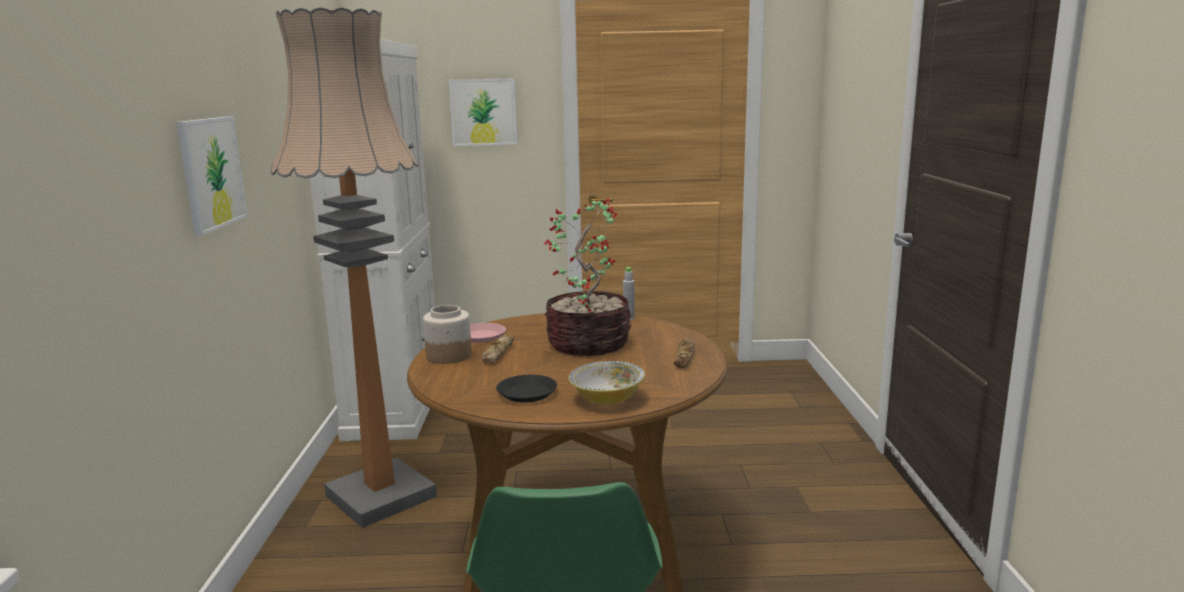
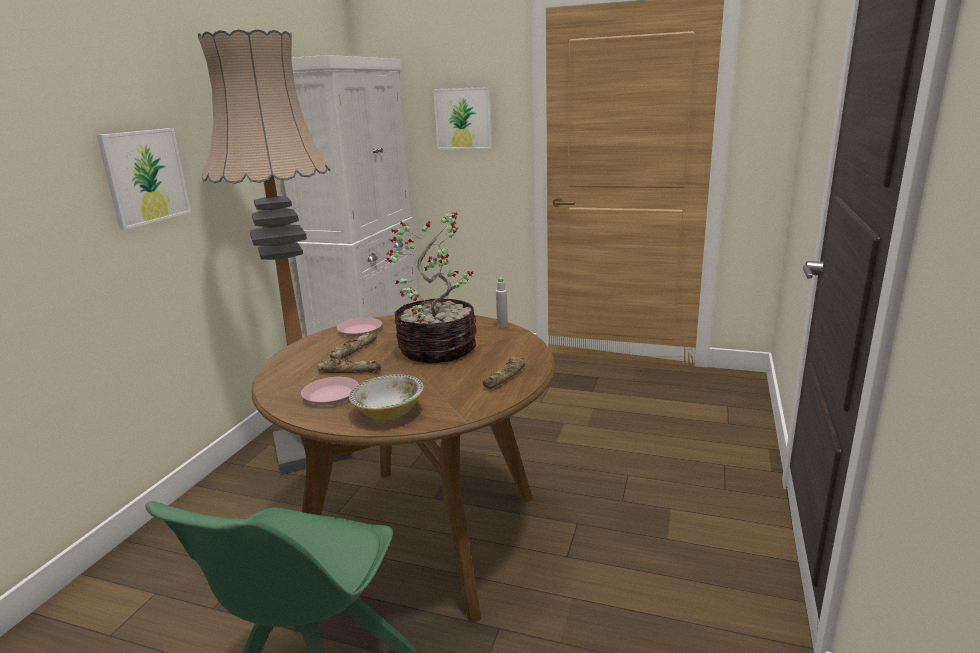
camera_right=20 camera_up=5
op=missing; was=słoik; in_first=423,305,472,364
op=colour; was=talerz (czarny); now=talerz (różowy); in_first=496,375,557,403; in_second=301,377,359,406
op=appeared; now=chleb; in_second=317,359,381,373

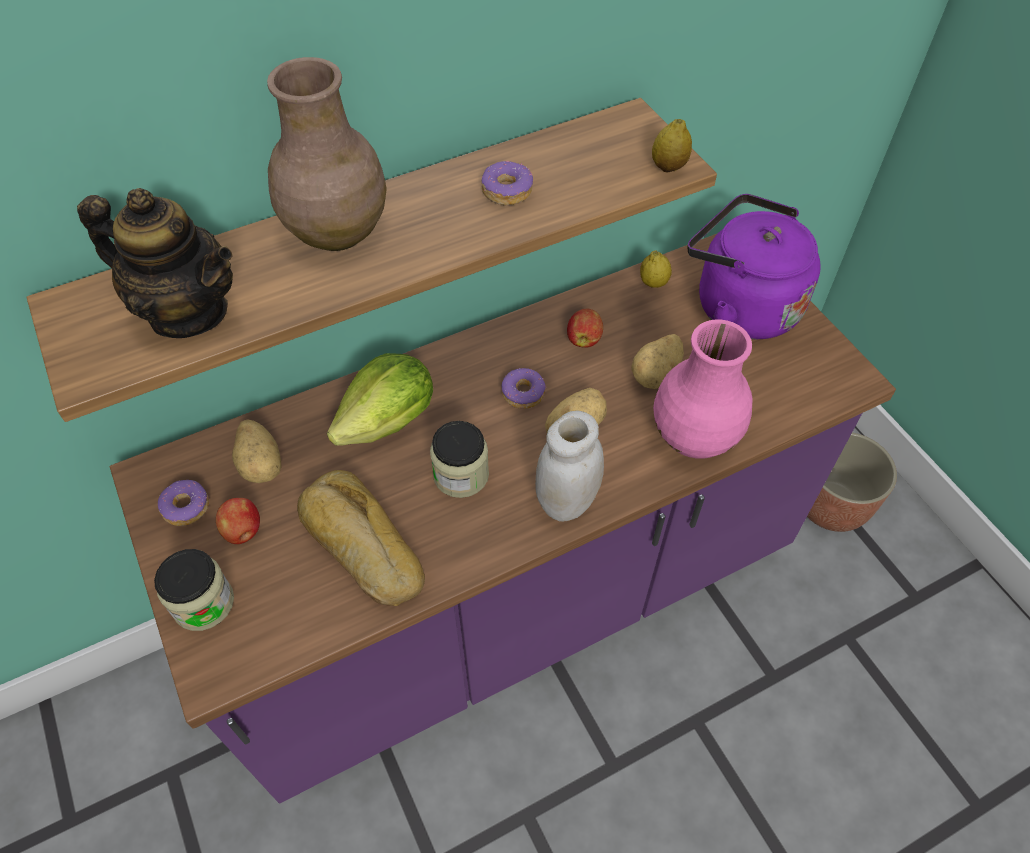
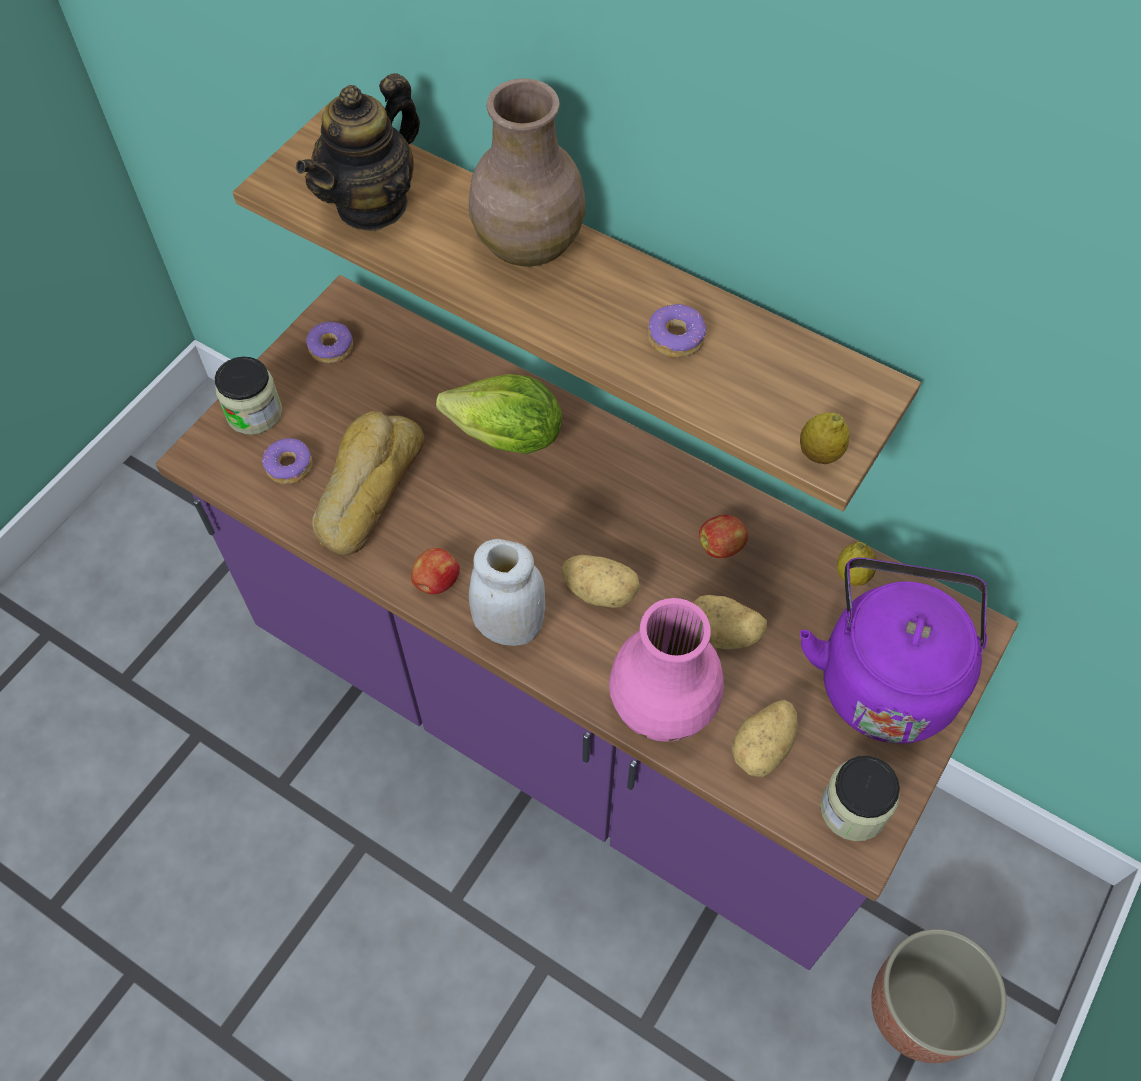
camera_right=60 camera_up=5
op=spun; was=imbryk; in_first=77,188,233,338; in_second=296,73,420,231; clockwise=45
op=relocated; was=donut; in_first=501,368,547,409; in_second=262,438,312,484
op=relocated; was=ziemniak; in_first=232,419,282,483; in_second=731,700,798,777
op=relocated; was=słoik; in_first=430,421,489,498; in_second=820,755,900,841
op=relocated; was=jabłko; in_first=216,498,260,544; in_second=411,548,460,594

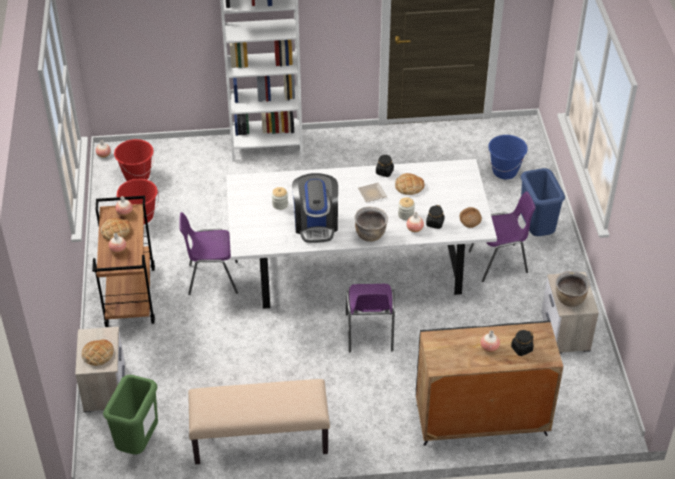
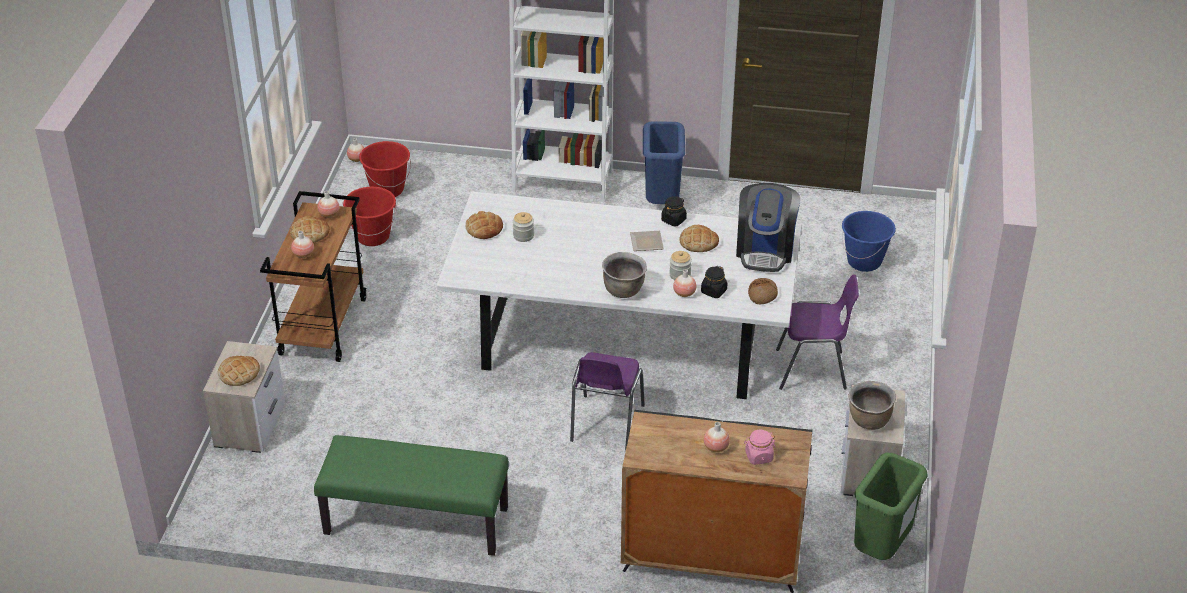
camera_right=15 camera_up=-5
op=relocated; was=kosz na śmieci (niebieski); in_first=521,168,565,236; in_second=643,121,685,204
op=relocated; was=ekspres do kawy; in_first=292,173,338,243; in_second=736,183,800,272
op=missing; was=krzesło (fioletowy); in_first=179,212,238,295
op=colour; was=słoik (czarny); now=słoik (różowy); in_first=511,330,534,356; in_second=744,430,775,465
op=relocated; was=kosz na śmieci (zielony); in_first=103,375,158,455; in_second=854,453,928,560
op=colour; was=ławka (beżowy); now=ławka (zielony); in_first=188,379,330,464; in_second=314,435,509,556
op=appeared; now=chleb; in_second=465,211,503,239

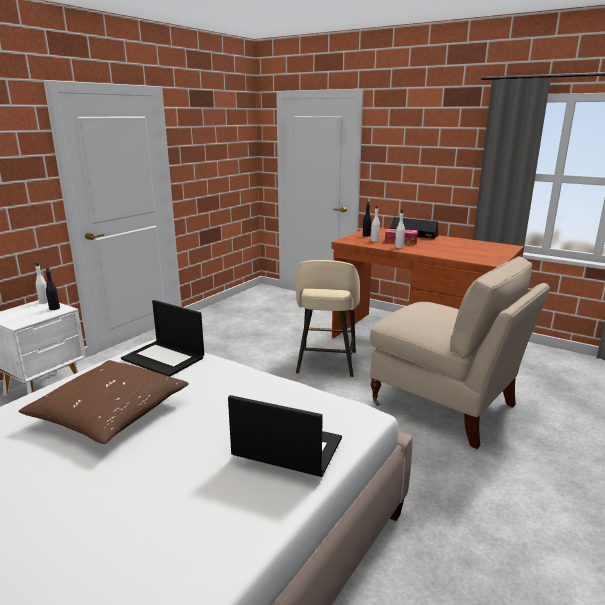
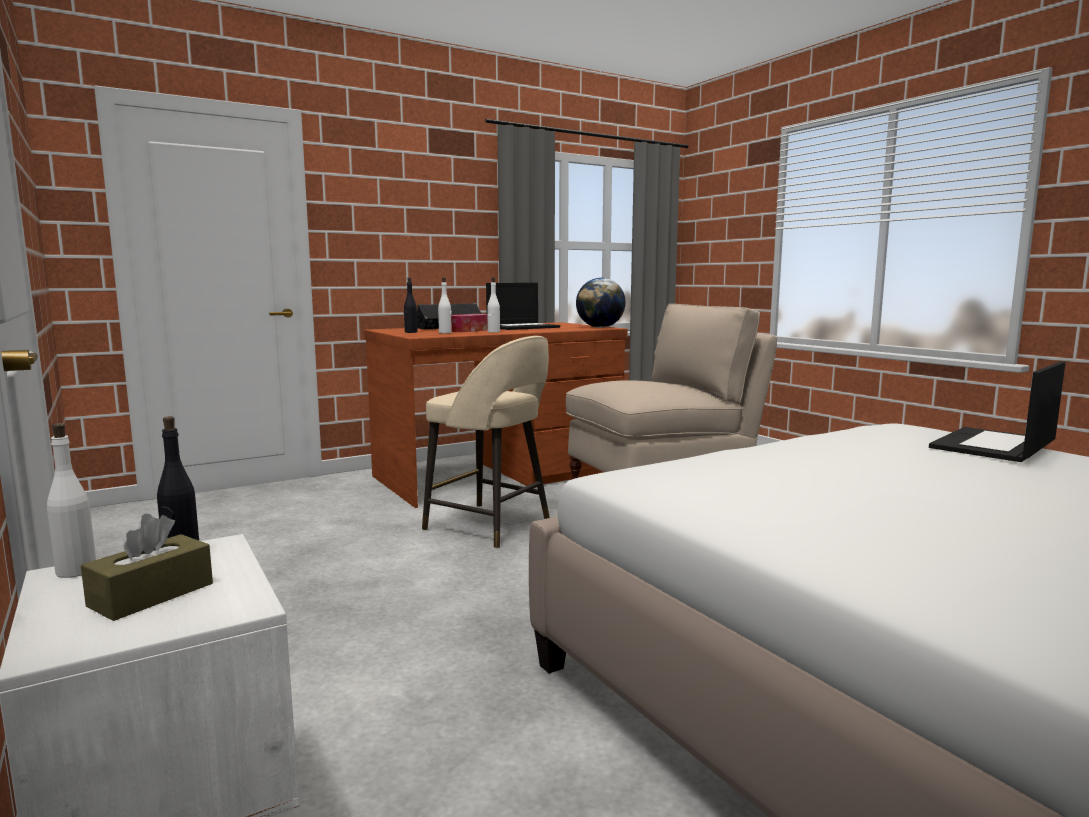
camera_right=-65 camera_up=-10
op=relocated; was=laptop; in_first=121,300,204,377; in_second=486,283,560,330
op=missing; was=poduszka (brązowy); in_first=18,360,189,444
op=appeared; now=globus; in_second=576,278,626,328
op=appeared; now=pudełko chusteczek (brązowy); in_second=81,514,213,621

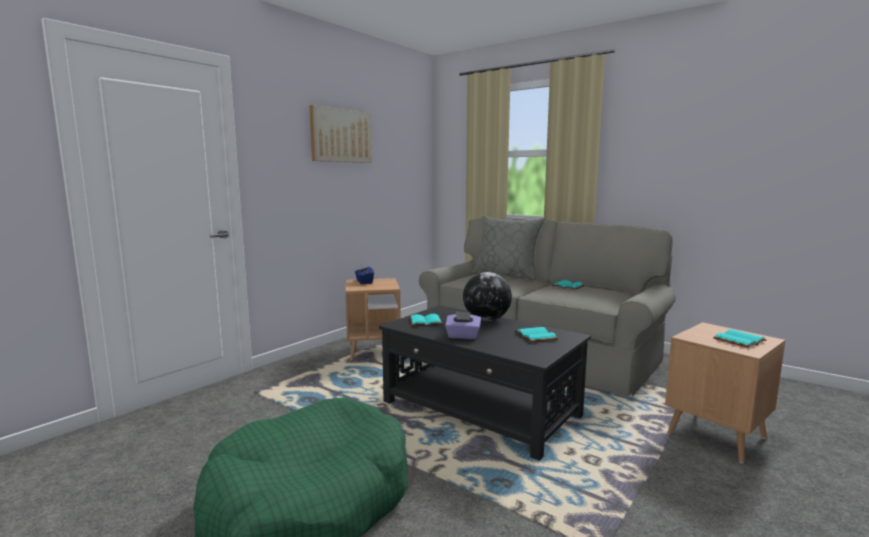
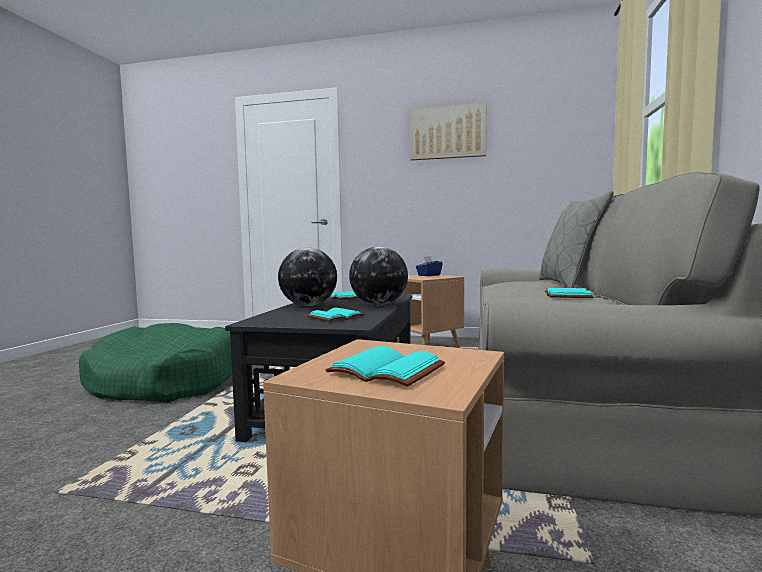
camera_right=65 camera_up=-5
op=exchanged; was=pudełko chusteczek (fioletowy); now=globus; in_first=445,311,481,339; in_second=278,248,337,306

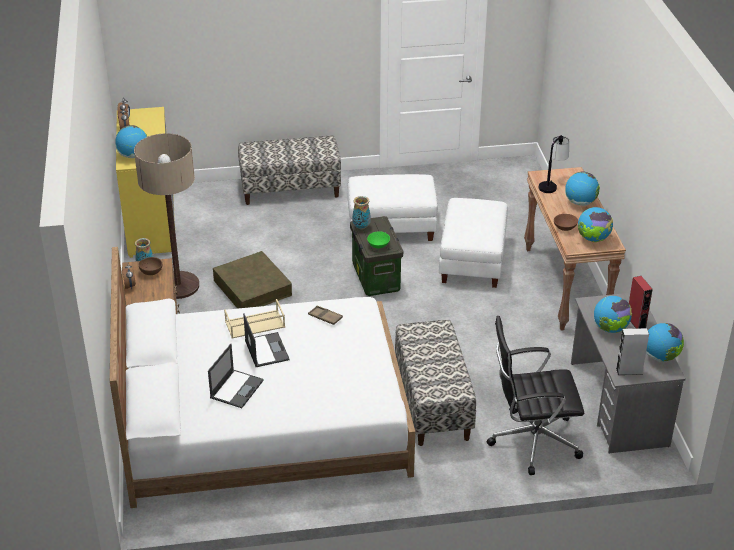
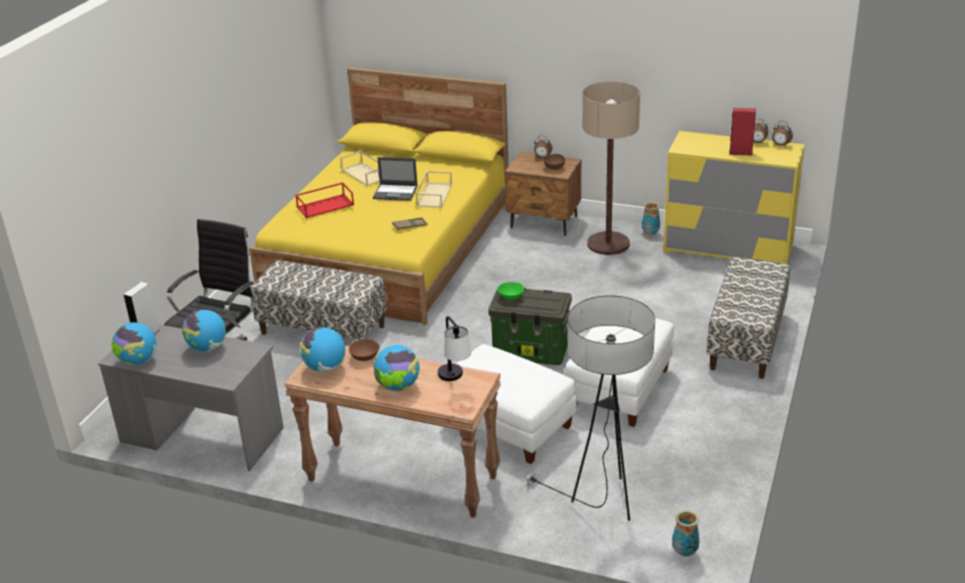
camera_right=120 camera_up=-5
op=missing; was=globus; in_first=115,125,147,158
op=relocated; was=wazon; in_first=352,196,371,229; in_second=672,510,700,556
op=colour; was=łóżko (biały); now=łóżko (żółty); in_first=110,247,415,508; in_second=249,67,509,326
op=missing; was=pojemnik do przechowywania (brązowy); in_first=213,251,292,309
op=relocated; was=głośnik (czerwony); in_first=629,276,653,328; in_second=729,108,756,156
op=exchanged; was=laptop; now=taca (beżowy); in_first=208,344,264,408; in_second=340,151,380,186
op=appeared; now=taca (czerwony); in_second=295,182,354,218
op=appeared; now=lampa stojąca; in_second=524,295,655,521

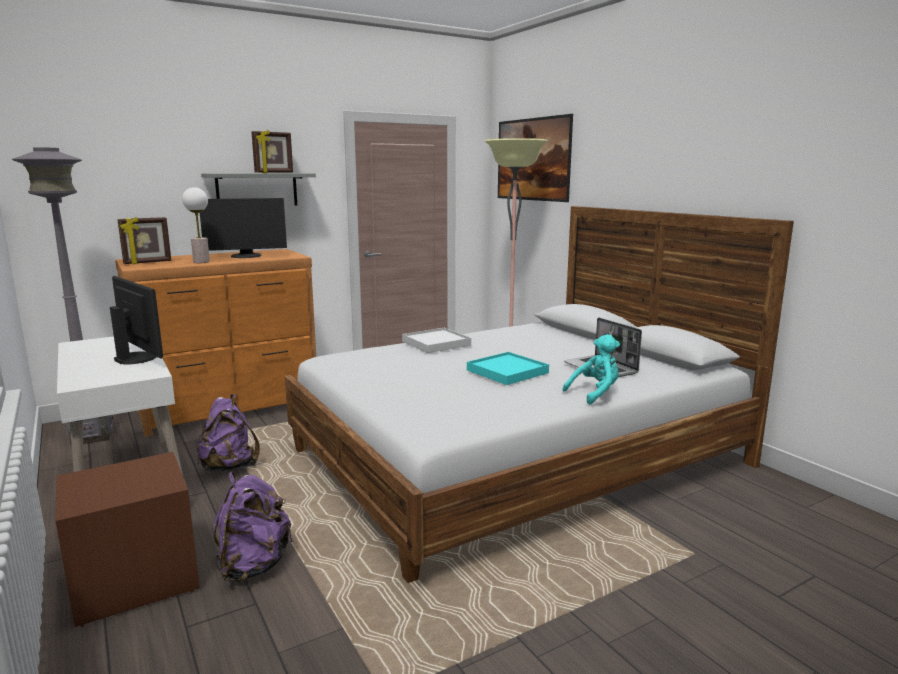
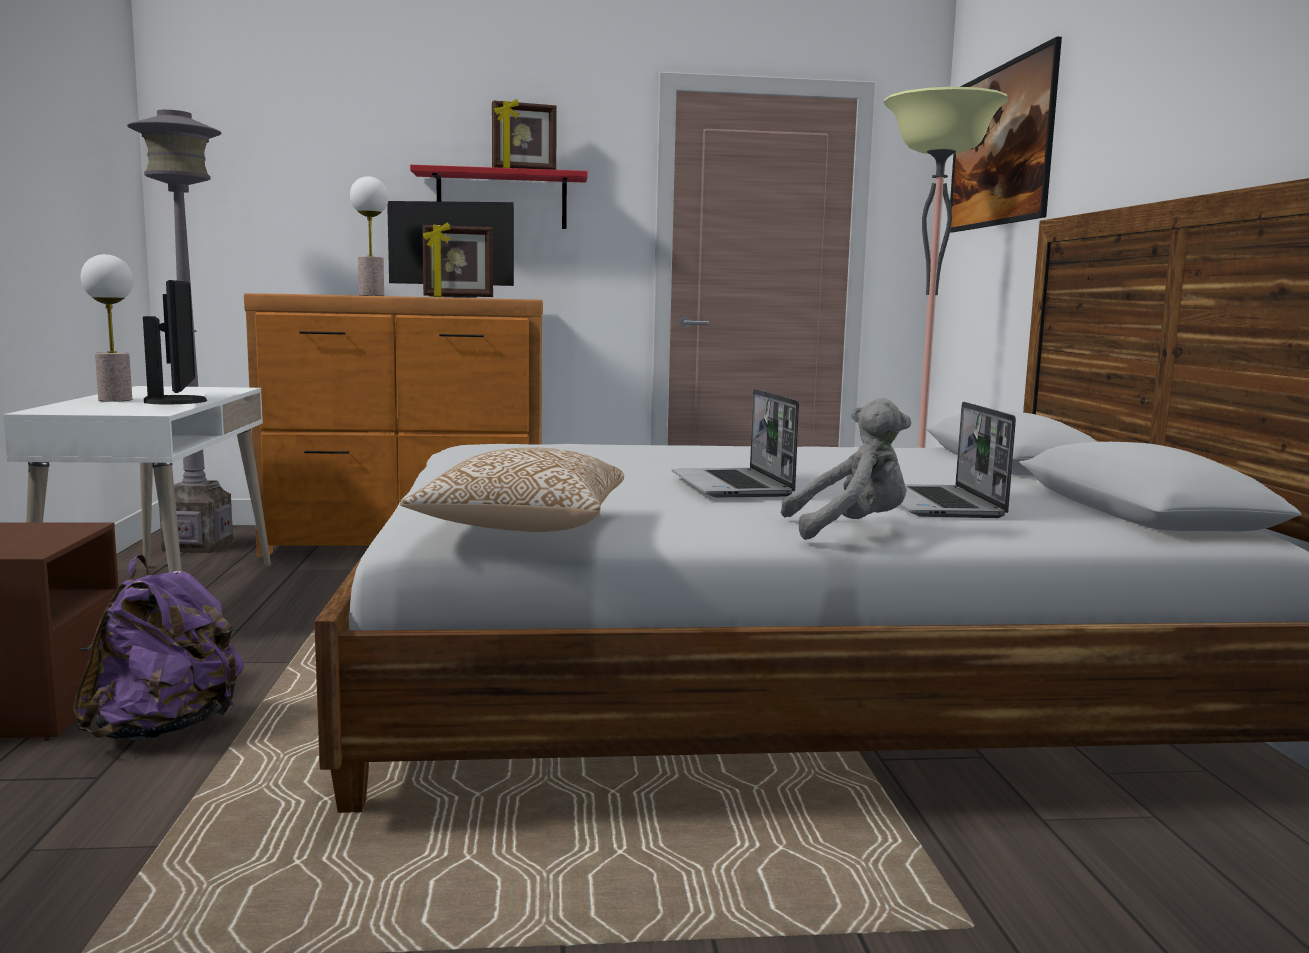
camera_right=25 camera_up=-5
op=colour; was=półka (szary); now=półka (czerwony); in_first=201,173,316,206; in_second=410,165,588,229
op=relocated; was=ramka na zdjęcie; in_first=117,217,171,264; in_second=422,222,493,297
op=missing; was=taca (biały); in_first=402,328,471,353
op=colour; was=pluszak (turkusowy); now=pluszak (szary); in_first=562,334,620,405; in_second=781,398,911,540
op=exchanged; was=taca (turkusowy); now=laptop; in_first=467,352,549,385; in_second=672,389,799,497
op=missing; was=plecak (fioletowy); in_first=196,394,260,472
op=appeared; now=lampa stołowa; in_second=81,254,133,402
op=appeared; now=poduszka; in_second=400,448,624,532

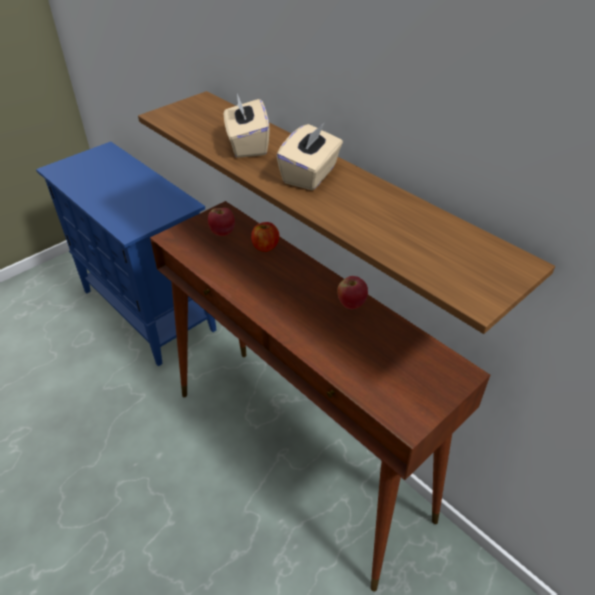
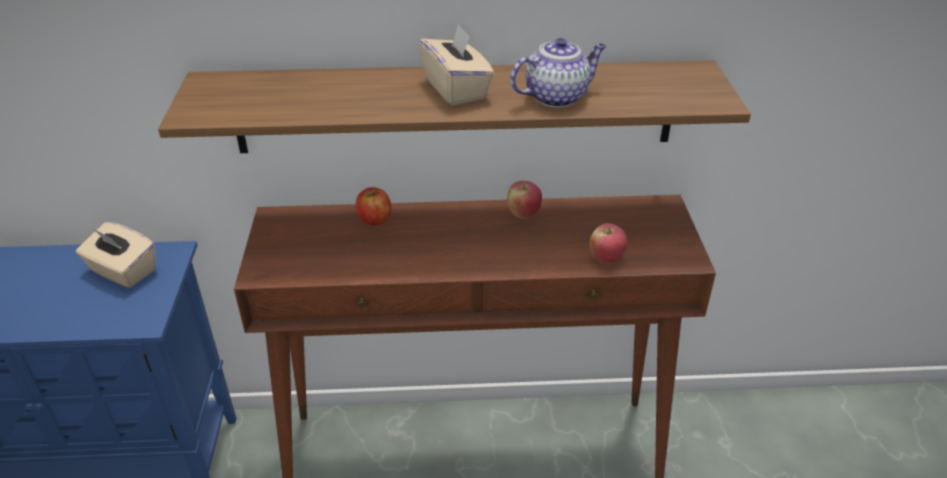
camera_right=-50 camera_up=-5
op=relocated; was=pudełko chusteczek (beżowy); in_first=224,94,270,158; in_second=76,222,156,288
op=relocated; was=jabłko; in_first=208,208,235,236; in_second=590,223,627,264
op=appeared; now=imbryk; in_second=510,38,606,107

